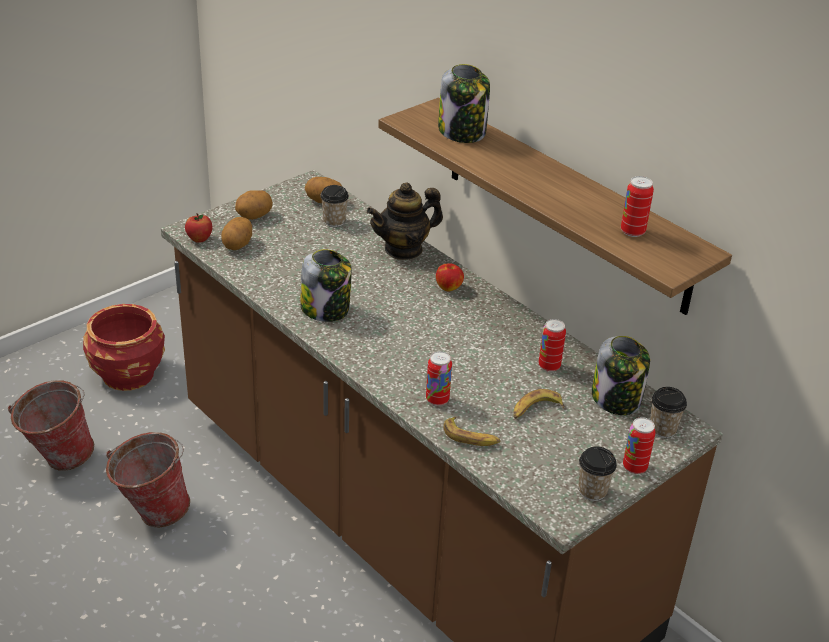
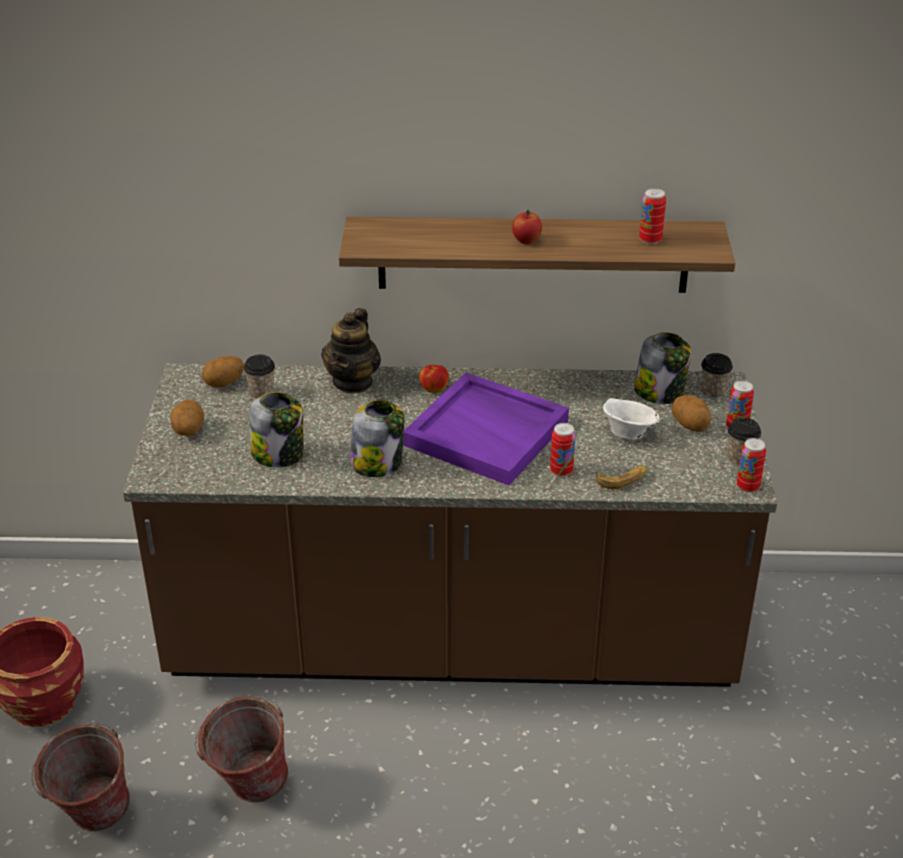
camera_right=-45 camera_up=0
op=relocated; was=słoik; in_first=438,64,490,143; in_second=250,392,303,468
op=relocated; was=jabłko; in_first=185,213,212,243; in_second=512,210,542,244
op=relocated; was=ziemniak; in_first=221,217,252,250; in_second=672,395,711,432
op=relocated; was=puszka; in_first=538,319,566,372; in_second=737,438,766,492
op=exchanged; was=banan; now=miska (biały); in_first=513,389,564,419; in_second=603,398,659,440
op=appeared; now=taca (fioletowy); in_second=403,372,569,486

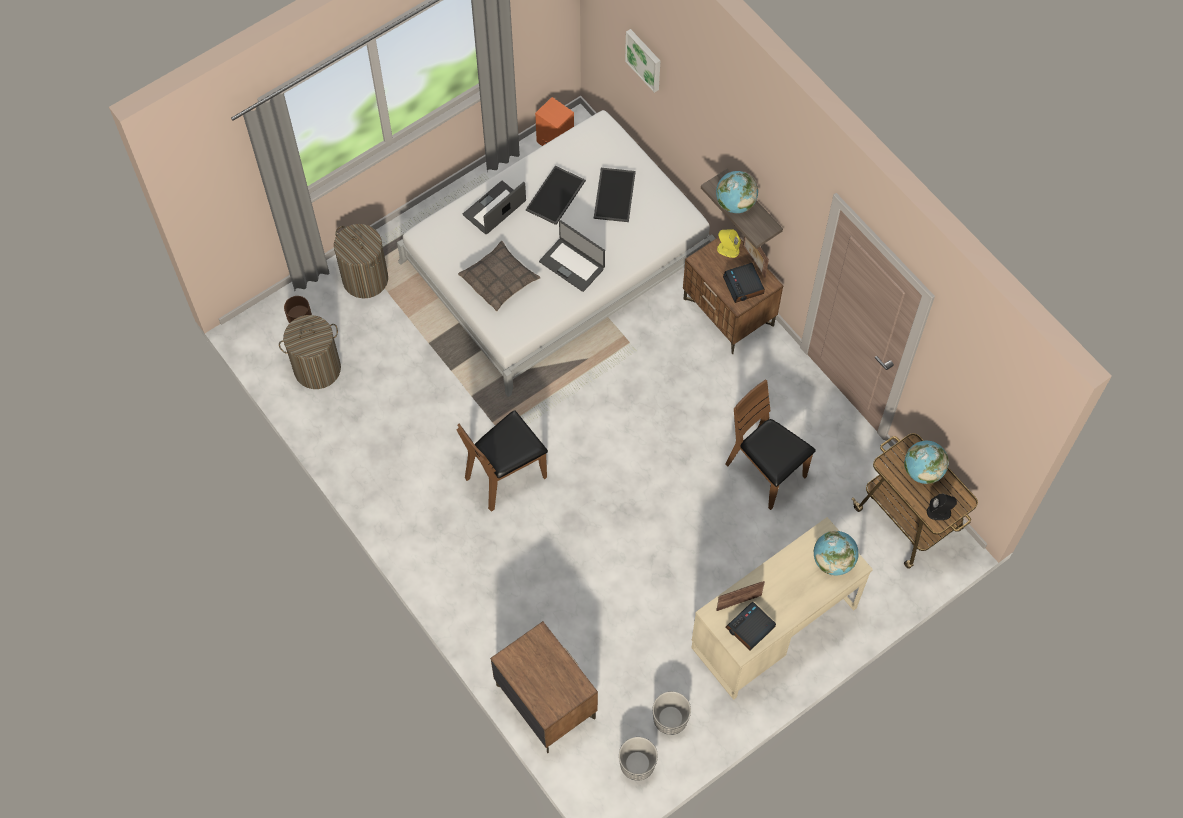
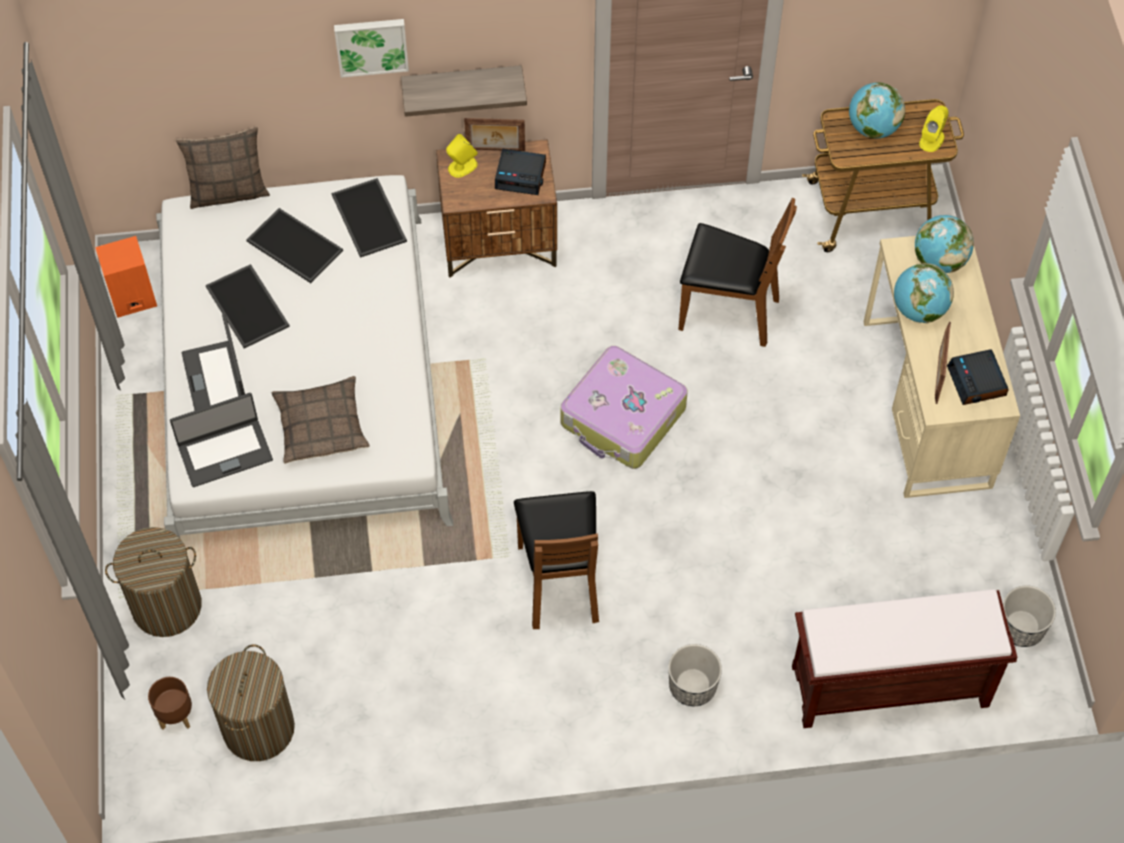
camera_right=-60 camera_up=-5
op=relocated; was=obraz; in_first=625,29,660,93; in_second=334,19,409,78
op=relocated; was=globus; in_first=716,171,758,213; in_second=894,263,954,323
op=relocated; was=laptop; in_first=539,220,605,292; in_second=170,393,273,487
op=spun; was=krzesło (brązowy); in_first=725,379,816,510; in_second=678,198,797,347; clockwise=-150
op=colour; was=głośnik (czarny); now=głośnik (żółty); in_first=927,494,957,520; in_second=919,105,948,152
op=exchanged; was=szafka nocna (brązowy); now=ławka (brązowy); in_first=490,621,598,753; in_second=792,589,1017,728
op=relocated; was=donica; in_first=653,691,691,735; in_second=668,644,722,706
op=appeared; now=poduszka; in_second=176,127,270,209
op=appeared; now=taca; in_second=332,178,407,258
op=appeared; now=walizka; in_second=561,346,687,469

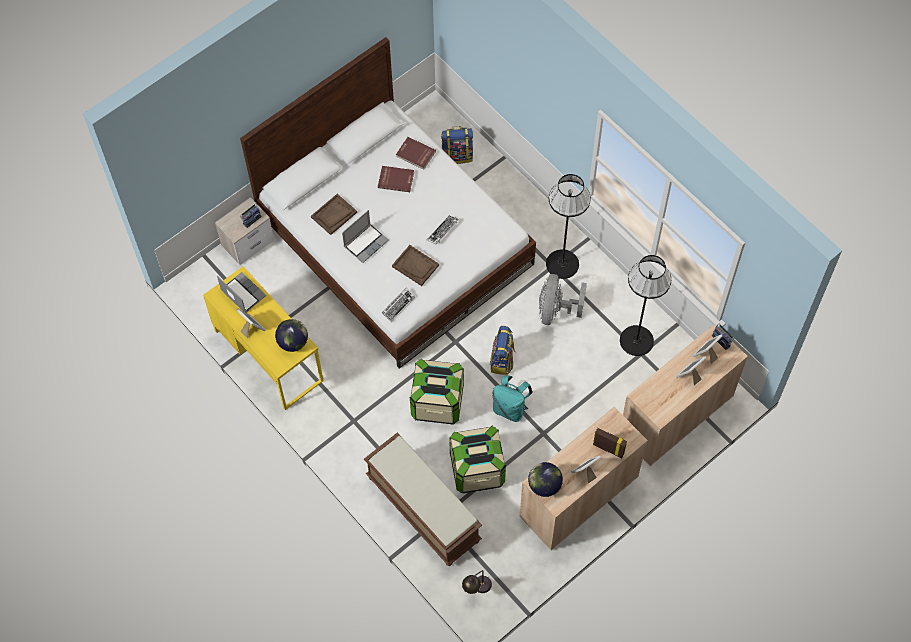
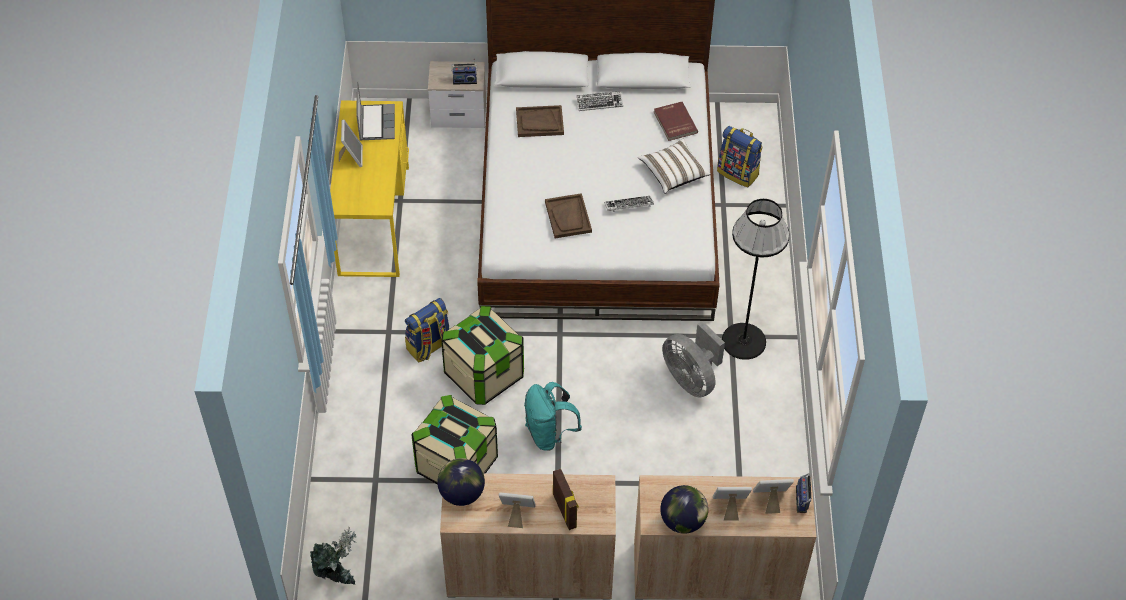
camera_right=40 camera_up=-10
op=missing; was=książka (czerwony); in_first=378,166,414,192
op=missing; was=laptop; in_first=342,210,389,263
op=missing; was=lampa stojąca (czarny); in_first=620,255,671,356
op=spun; was=wentylator (szary); in_first=539,274,587,325; in_second=662,321,725,398; clockwise=-90
op=relocated; was=klawiatura; in_first=382,288,416,322; in_second=577,91,623,111
op=relocated; was=globus; in_first=275,319,308,352; in_second=660,485,708,534
op=relocated; was=plecak; in_first=490,326,515,375; in_second=405,298,450,362
op=missing; was=ławka (brązowy); in_first=364,433,482,566
op=exchanged; was=lampa stołowa; now=roślina doniczkowa; in_first=462,570,492,594; in_second=310,527,357,585
op=appeared; now=poduszka (biały); in_second=638,139,710,194

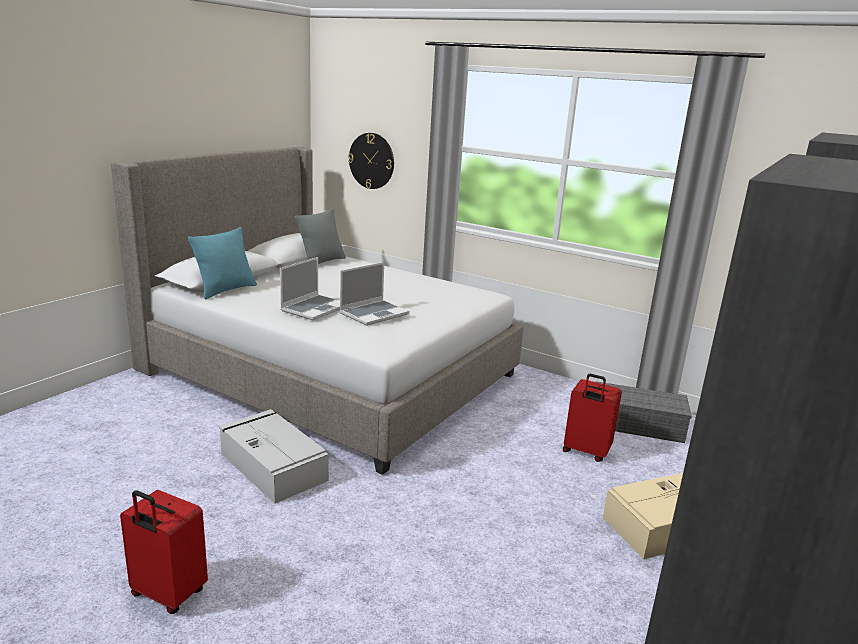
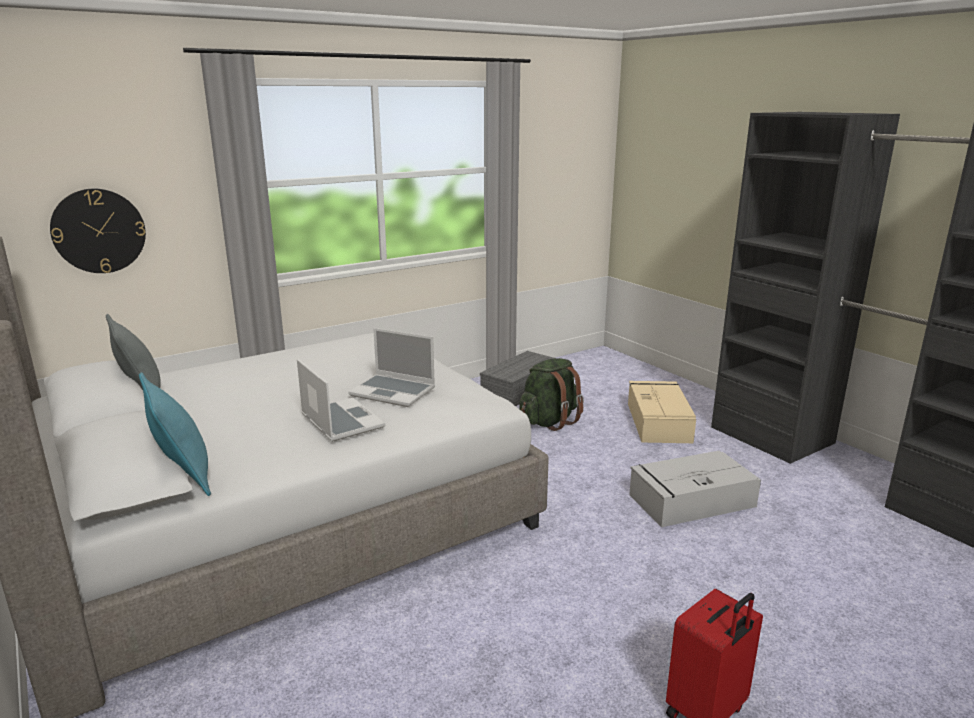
camera_right=-65 camera_up=0
op=spun; was=laptop; in_first=339,262,409,326; in_second=348,328,435,407; clockwise=135
op=exchanged; was=walizka (czerwony); now=plecak (zielony); in_first=563,374,622,462; in_second=519,358,584,431
op=relocated; was=pojemnik do przechowywania (szary); in_first=219,409,329,503; in_second=629,451,761,527

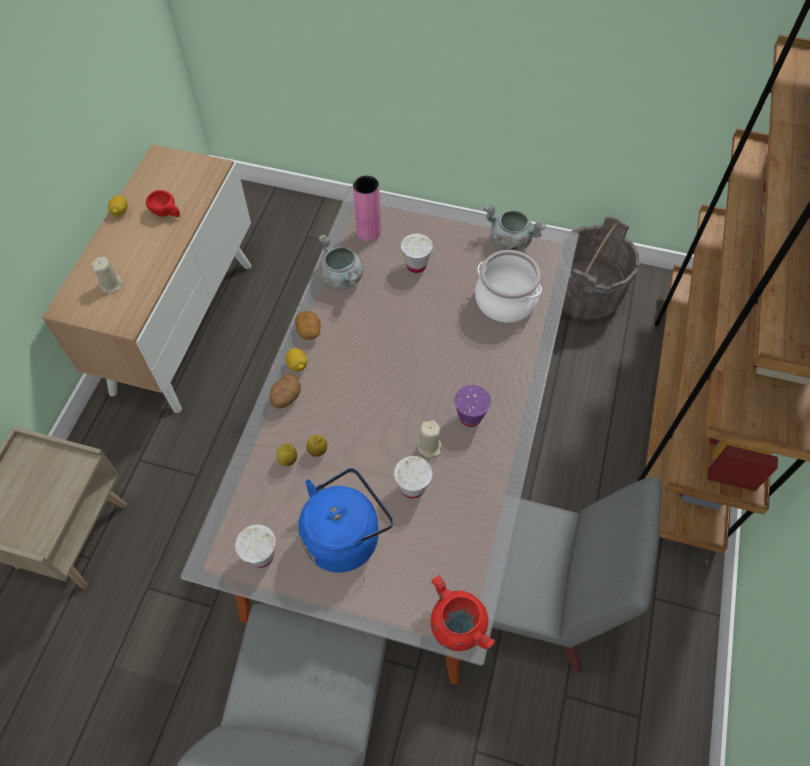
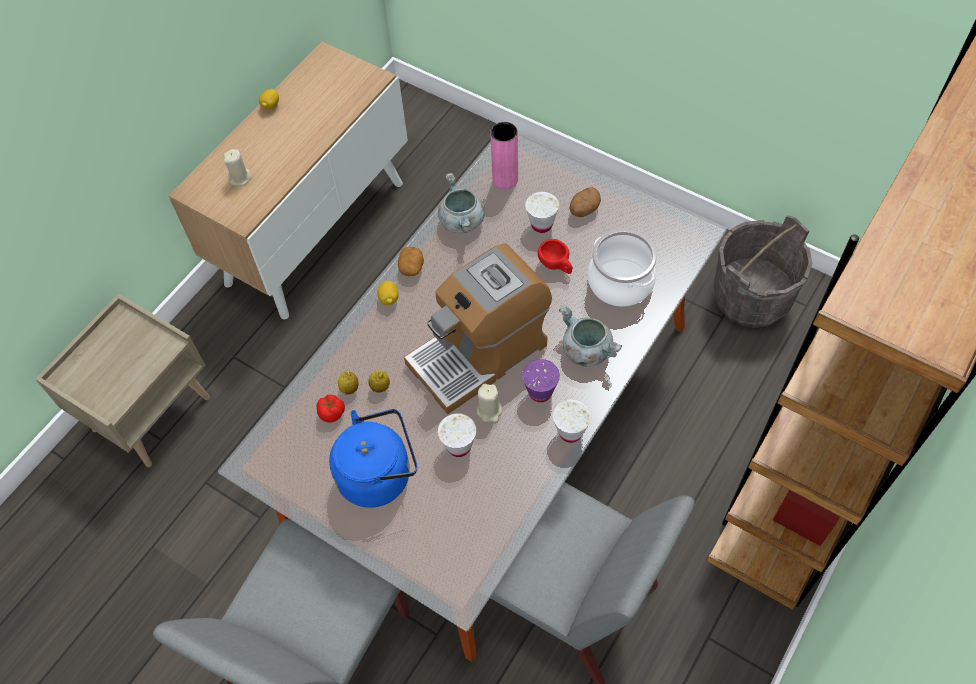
camera_right=20 camera_up=0
op=relocated; was=filiżanka (czerwony); in_first=146,190,180,217; in_second=538,239,573,274
op=relocated; was=garnek (szary); in_first=484,204,546,251; in_second=559,305,622,367
op=relocated; was=ziemniak; in_first=270,373,301,409; in_second=569,187,601,217
op=relocated; was=filiżanka (biały); in_first=235,524,276,568; in_second=553,399,591,443
op=missing; was=garnek (czerwony); in_first=430,575,495,651
op=appeared; now=ekspres do kawy; in_second=404,243,552,414
op=appeared; now=pomidor; in_second=316,395,345,423

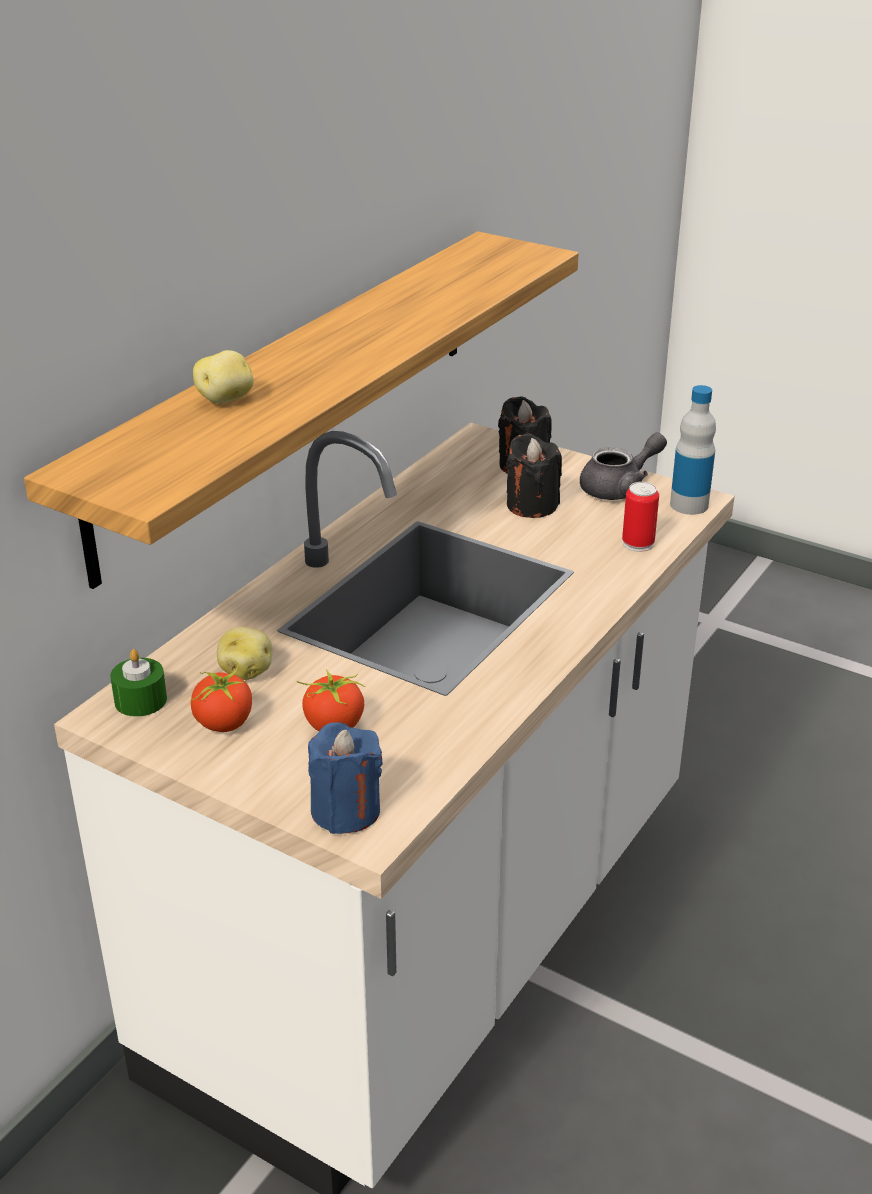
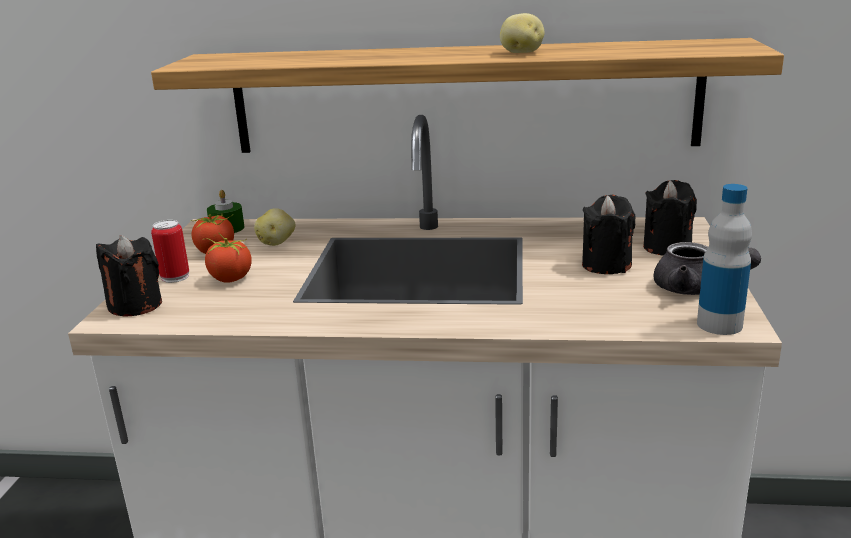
camera_right=65 camera_up=-10
op=relocated; was=ziemniak; in_first=193,350,254,404; in_second=500,13,544,53
op=relocated; was=puszka; in_first=622,482,659,552; in_second=151,220,189,283
op=colour; was=świeca (niebieski); now=świeca (czarny); in_first=308,722,383,834; in_second=96,235,162,316

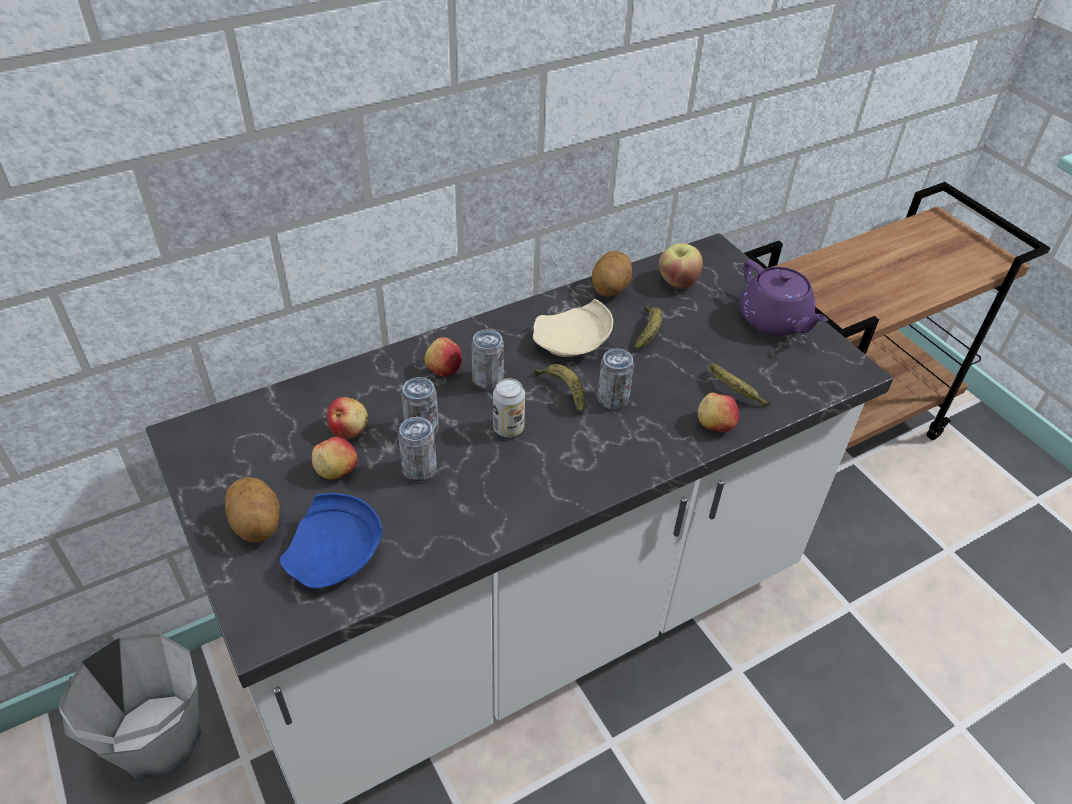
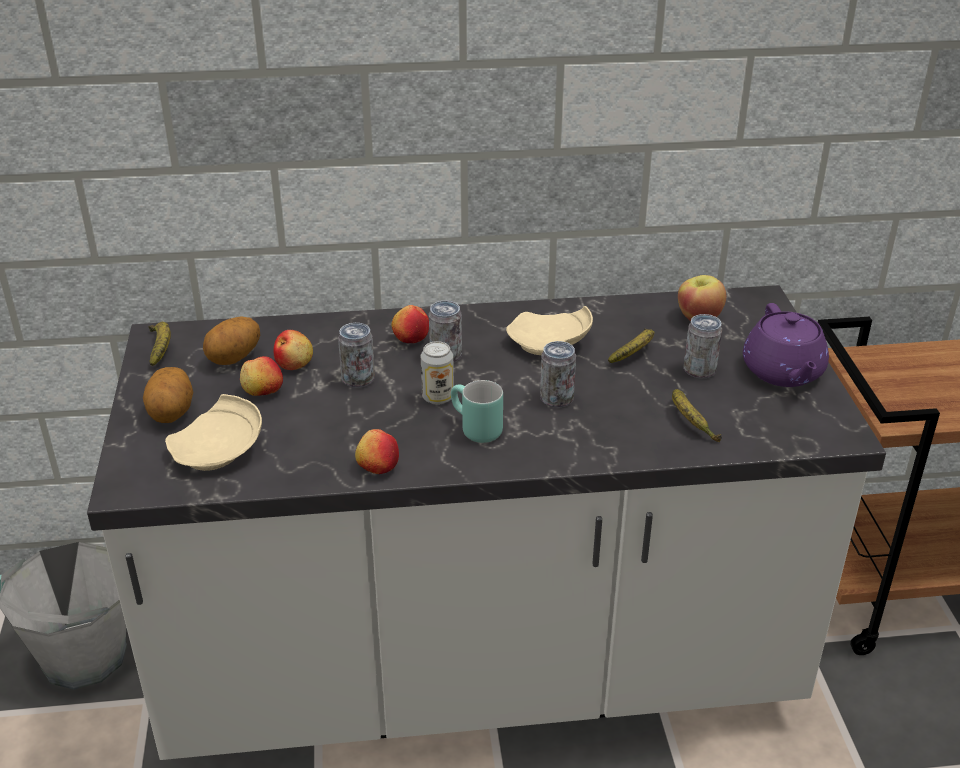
camera_right=25 camera_up=-10
op=relocated; was=ziemniak; in_first=592,251,632,297; in_second=203,316,260,365
op=relocated; was=banan; in_first=534,364,585,413; in_second=148,322,171,366
op=relocated; was=jabłko; in_first=698,392,739,432; in_second=355,429,399,474
op=relocated; was=puszka; in_first=398,417,437,482; in_second=683,314,722,379
op=colour; was=talerz (niebieski); now=talerz (beżowy); in_first=280,493,382,588; in_second=165,394,262,471
op=appeared; now=kubek (turkusowy); in_second=451,380,503,443

